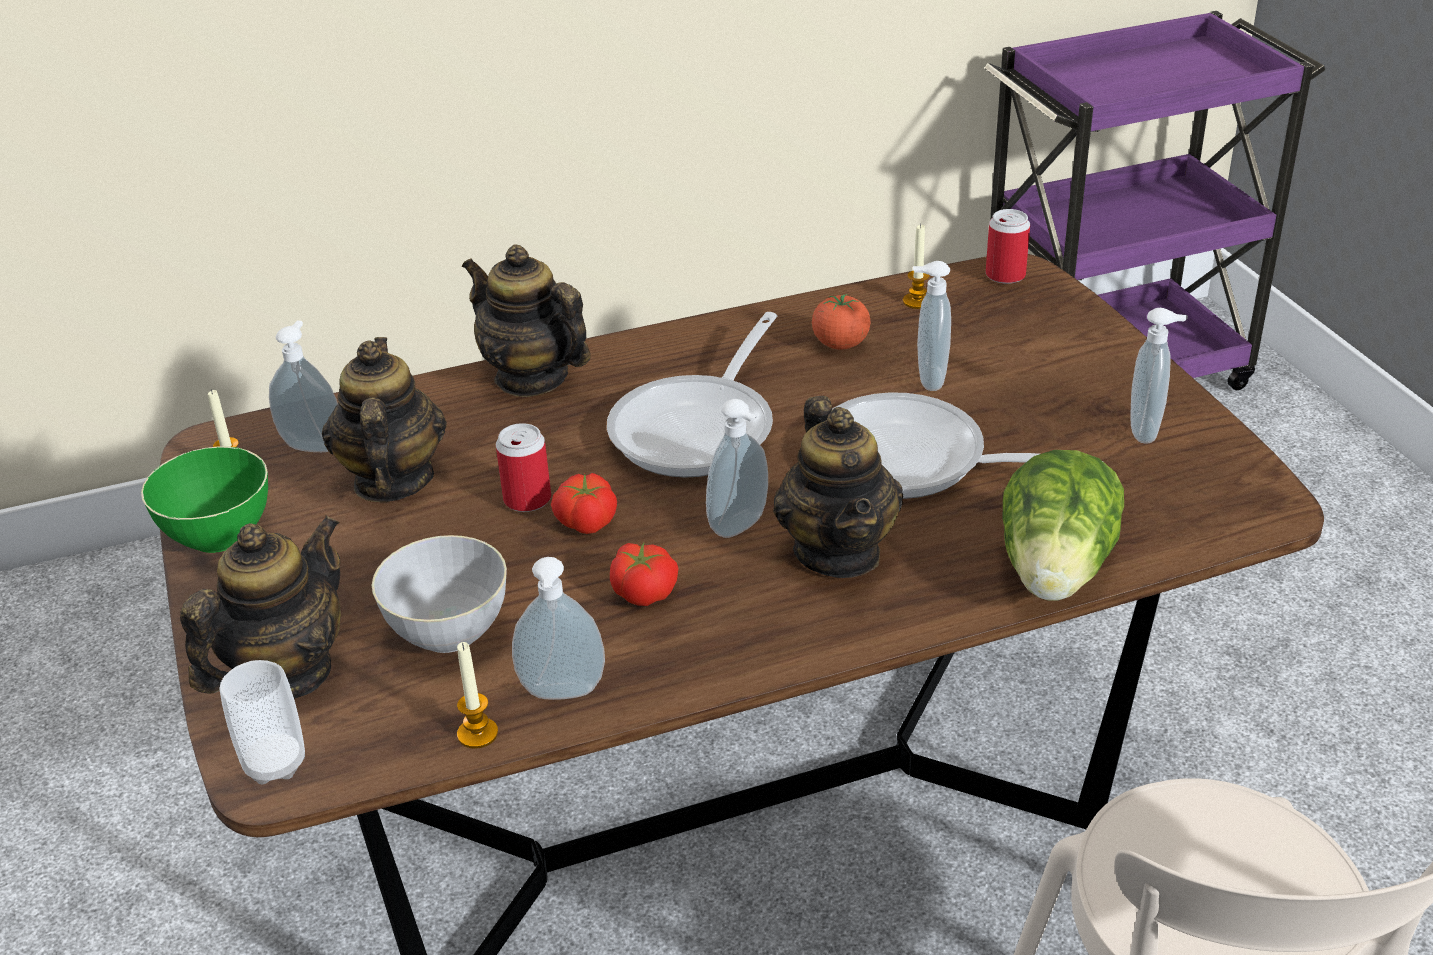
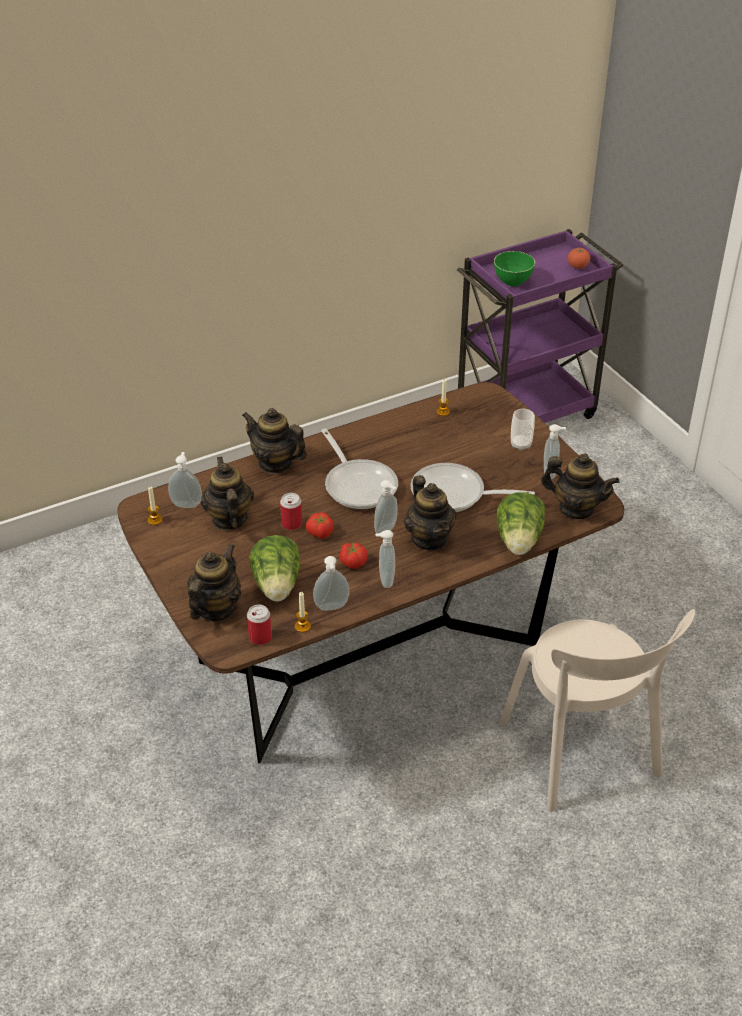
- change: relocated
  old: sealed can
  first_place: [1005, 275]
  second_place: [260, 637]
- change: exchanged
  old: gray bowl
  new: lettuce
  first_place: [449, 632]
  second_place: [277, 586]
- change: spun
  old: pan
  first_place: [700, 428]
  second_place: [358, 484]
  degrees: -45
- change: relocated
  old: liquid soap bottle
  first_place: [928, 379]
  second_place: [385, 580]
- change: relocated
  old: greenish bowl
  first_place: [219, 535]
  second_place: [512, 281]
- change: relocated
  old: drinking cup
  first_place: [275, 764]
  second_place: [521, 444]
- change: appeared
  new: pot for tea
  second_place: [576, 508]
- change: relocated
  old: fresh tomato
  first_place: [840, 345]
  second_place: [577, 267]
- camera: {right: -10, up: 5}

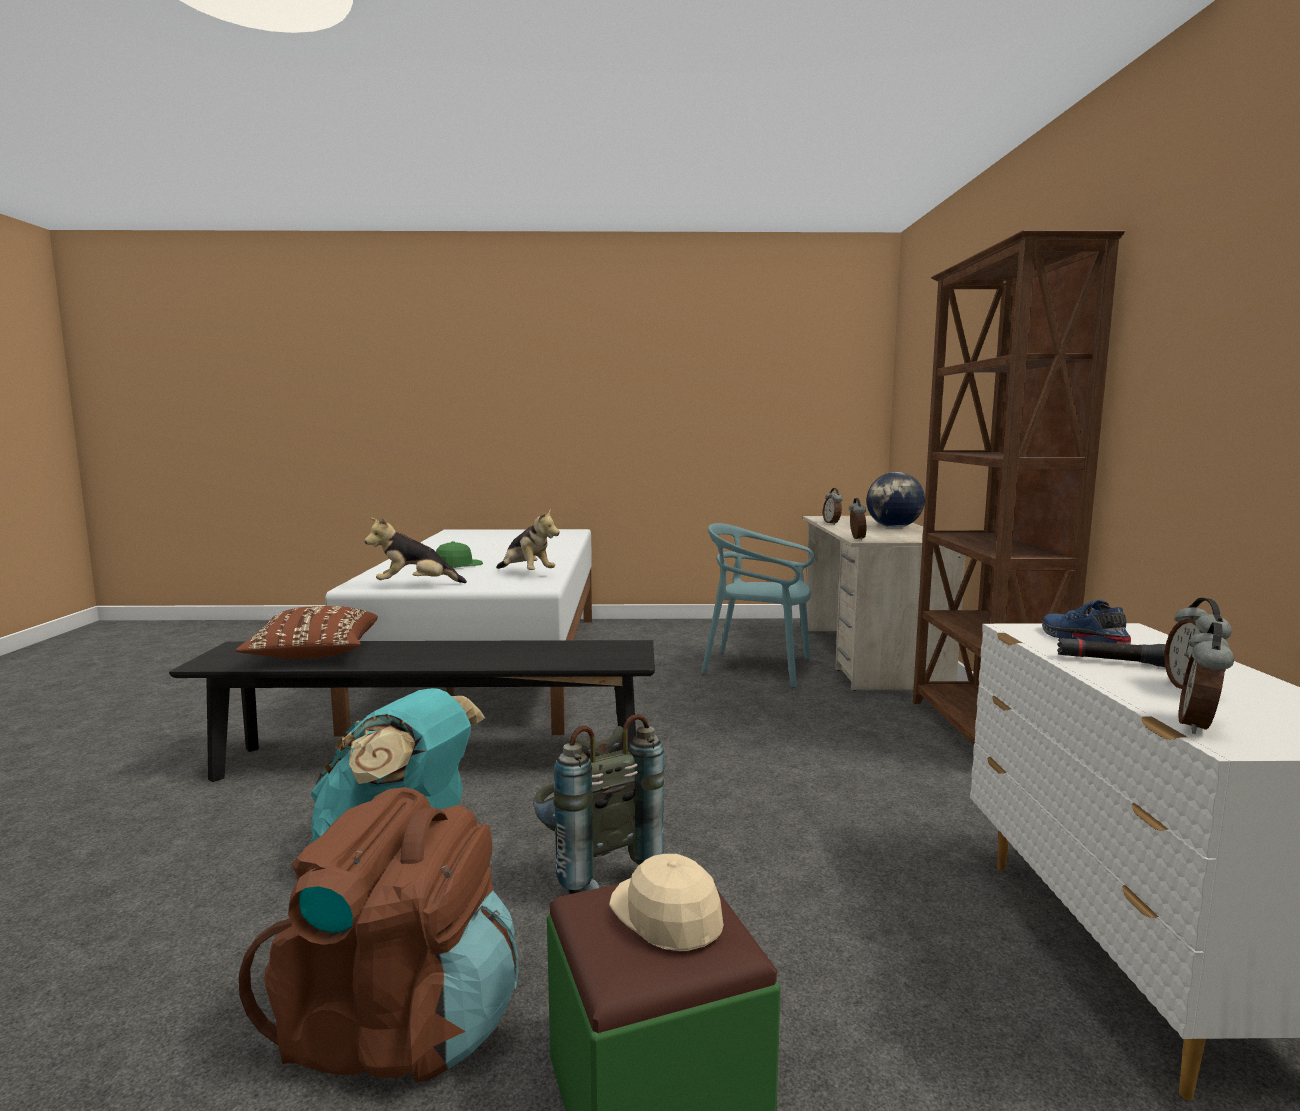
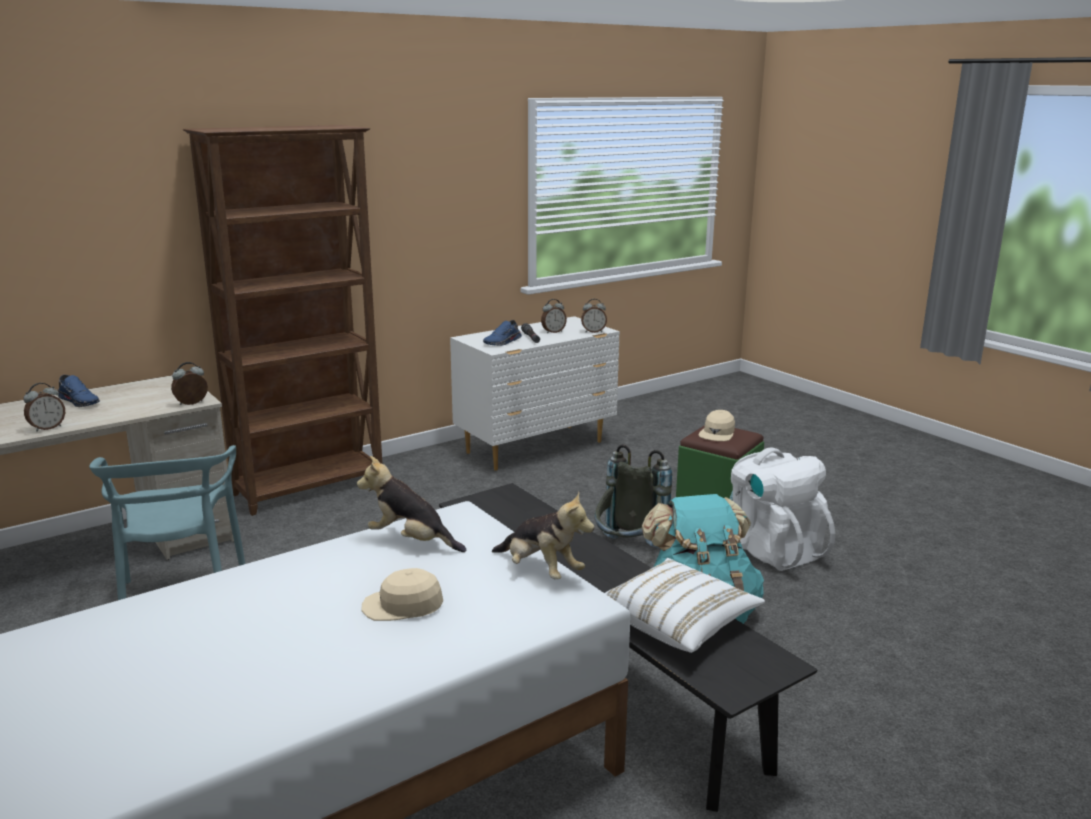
- change: exchanged
  old: globe
  new: bluish shoe
  first_place: [894, 527]
  second_place: [80, 401]
- change: spun
  old: plush toy
  first_place: [526, 574]
  second_place: [411, 541]
  degrees: -75
- change: colour
  old: greenish baseball cap
  new: beige-coloured baseball cap
  first_place: [457, 565]
  second_place: [403, 606]
- change: colour
  old: brown-coloured cushion
  new: white cushion
  first_place: [314, 655]
  second_place: [677, 623]
- change: colour
  old: brown-coloured rucksack
  new: white rucksack
  first_place: [399, 1026]
  second_place: [771, 549]
- camera: {right: -125, up: 10}

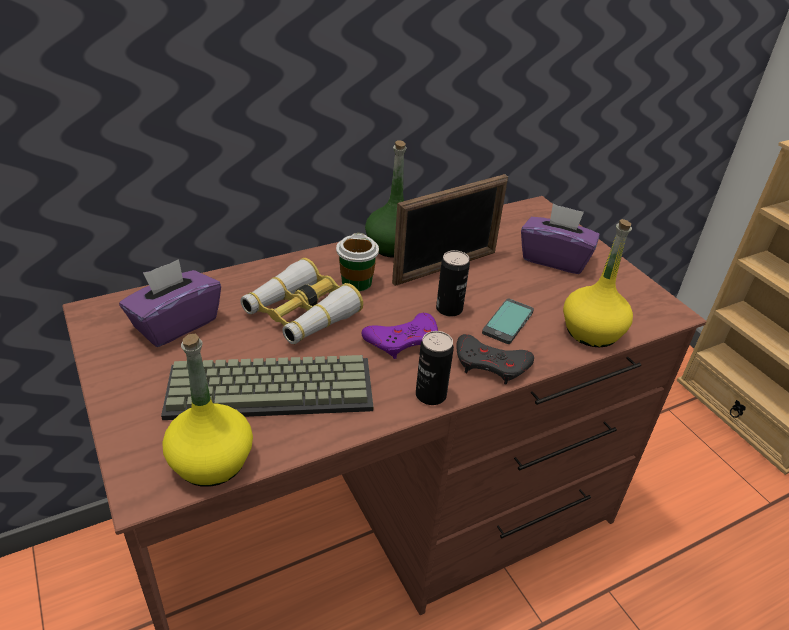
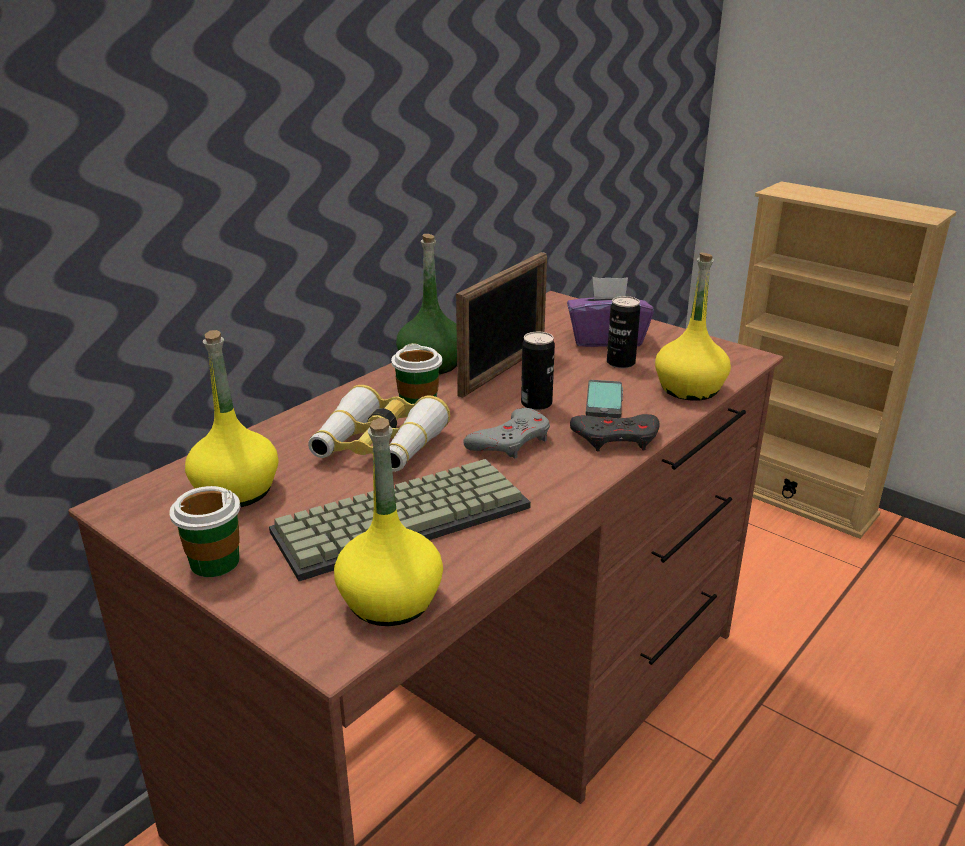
- change: appeared
  new: drinking cup
  second_place: [214, 562]
- change: exchanged
  old: purple-coloured box of tissues
  new: yellowish beverage bottle
  first_place: [175, 324]
  second_place: [236, 491]
- change: colour
  old: purple-coloured gamepad
  new: gray gamepad
  first_place: [403, 340]
  second_place: [511, 441]
- change: relocated
  old: sealed can
  first_place: [430, 395]
  second_place: [620, 363]
- camera: {right: -20, up: -10}

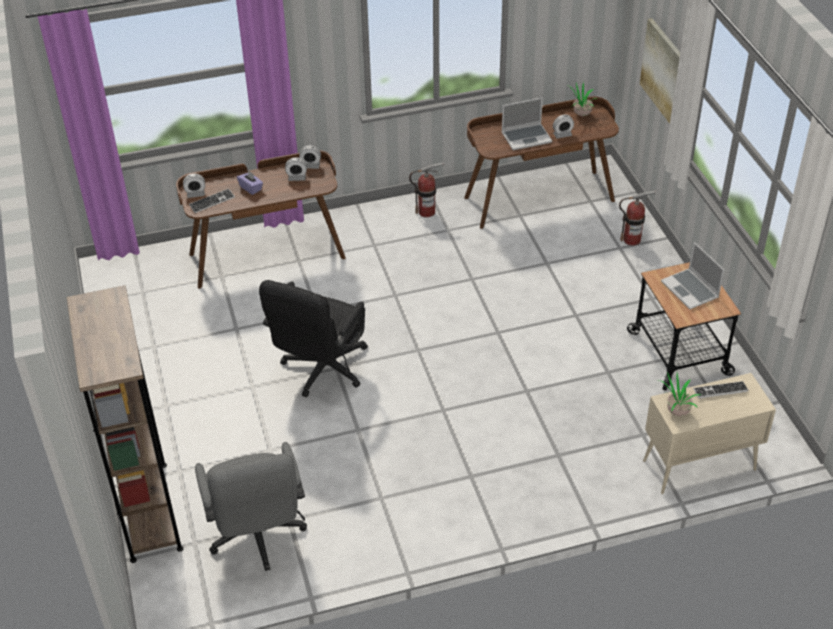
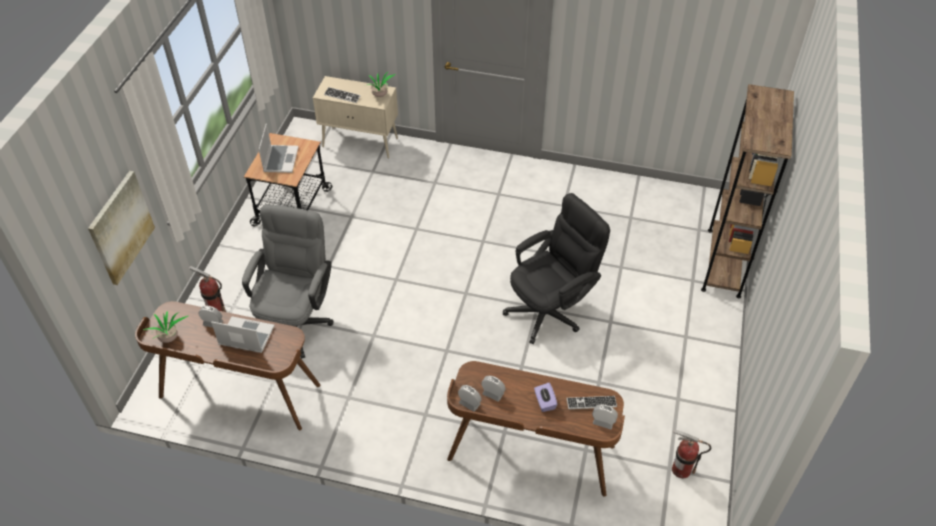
- change: relocated
  old: gray office chair
  first_place: [257, 537]
  second_place: [296, 320]
- change: relocated
  old: fire extinguisher
  first_place: [426, 212]
  second_place: [681, 469]
- camera: {right: -150, up: 5}

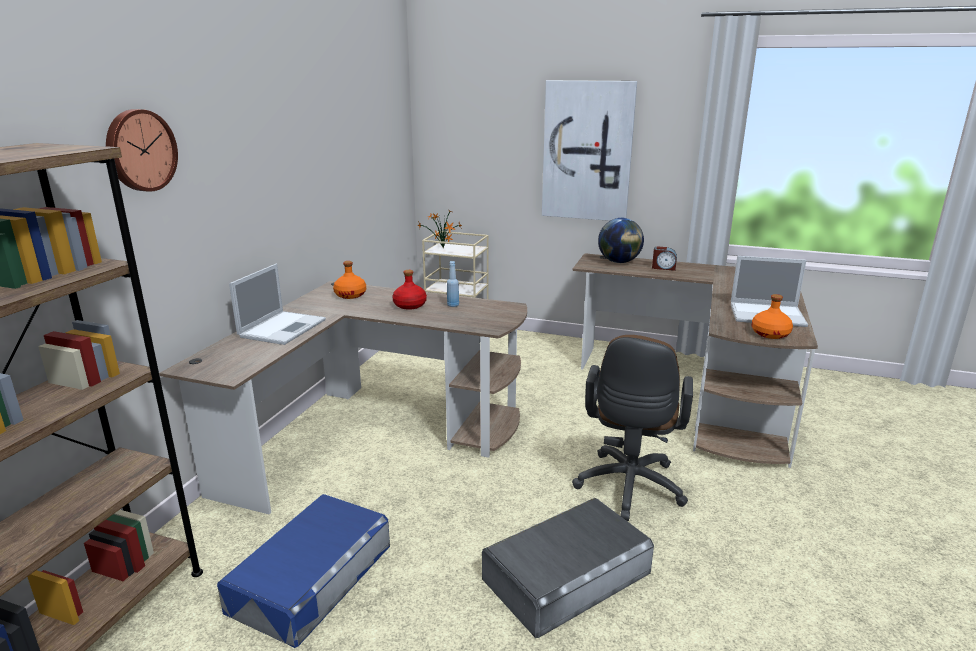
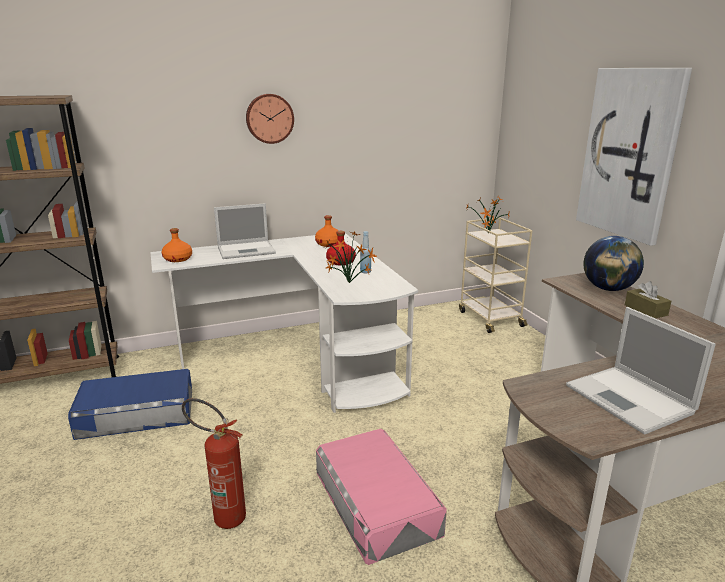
- change: colour
  old: brown-coloured desk unit
  new: white desk unit
  first_place: [370, 433]
  second_place: [302, 356]
- change: relocated
  old: orangey beverage bottle
  first_place: [770, 334]
  second_place: [177, 259]
- change: exchanged
  old: gray storage bin
  new: fire extinguisher
  first_place: [566, 575]
  second_place: [222, 516]
- change: relocated
  old: wall clock
  first_place: [139, 150]
  second_place: [269, 118]
- change: exchanged
  old: brown-coloured office chair
  new: pink-coloured storage bin
  first_place: [628, 489]
  second_place: [375, 502]
- change: appeared
  new: houseplant
  second_place: [350, 283]
- change: exchanged
  old: alarm clock
  new: brown-coloured box of tissues
  first_place: [663, 268]
  second_place: [645, 310]
- camera: {right: 50, up: 0}

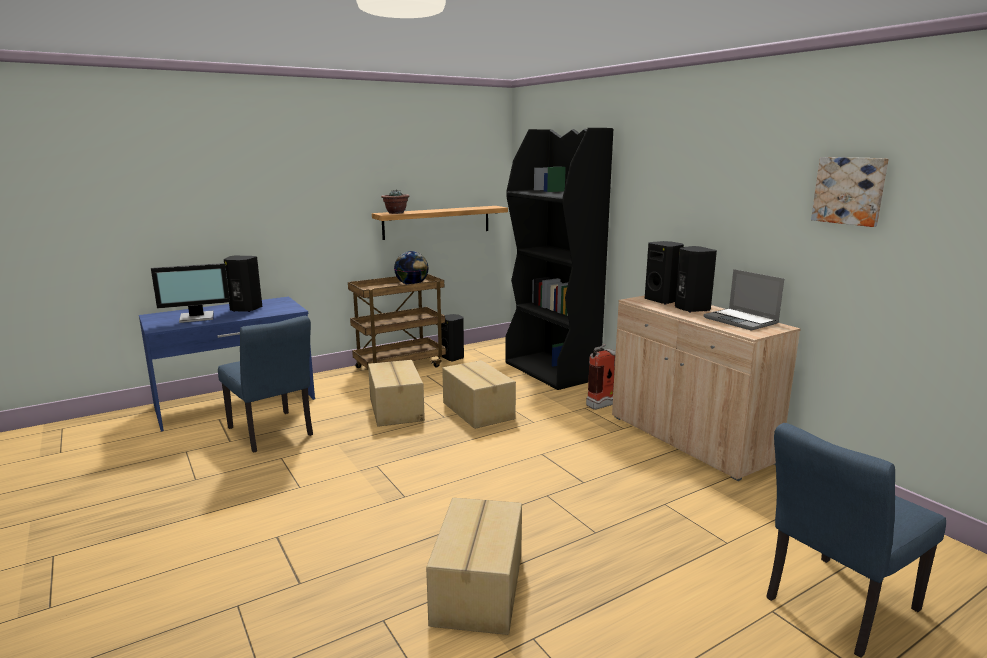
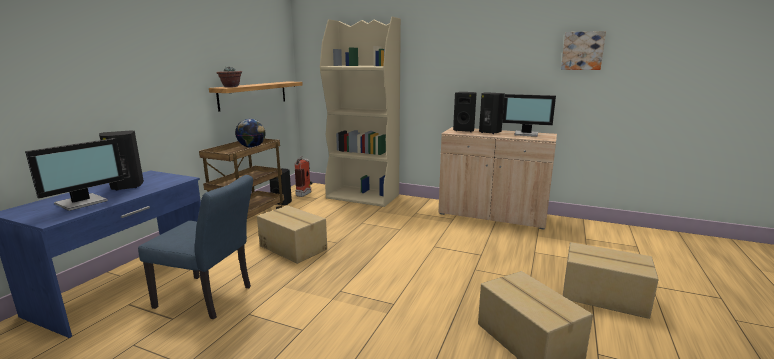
- change: relocated
  old: fire extinguisher
  first_place: [604, 404]
  second_place: [305, 193]
- change: colour
  old: blackish bookshelf
  new: beige-coloured bookshelf
  first_place: [552, 371]
  second_place: [363, 196]
- change: exchanged
  old: notebook computer
  new: monitor
  first_place: [742, 321]
  second_place: [526, 134]
- change: relocated
  old: cardboard box
  first_place: [477, 411]
  second_place: [604, 296]
- change: missing
  old: bluish chair
  first_place: [834, 607]
- camera: {right: -35, up: 0}

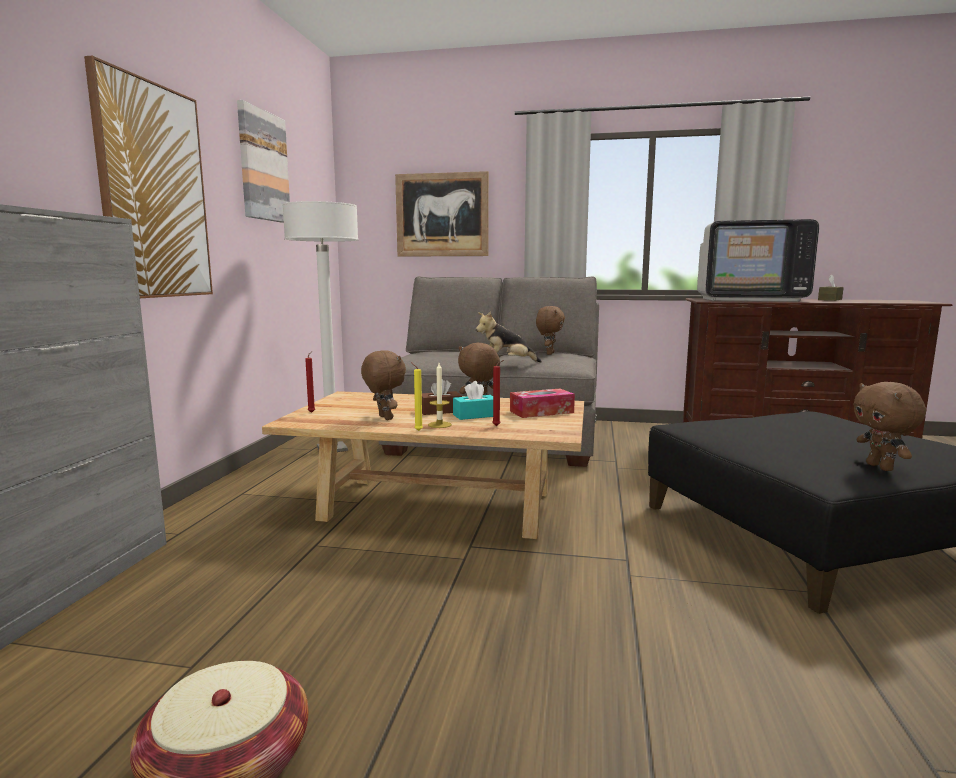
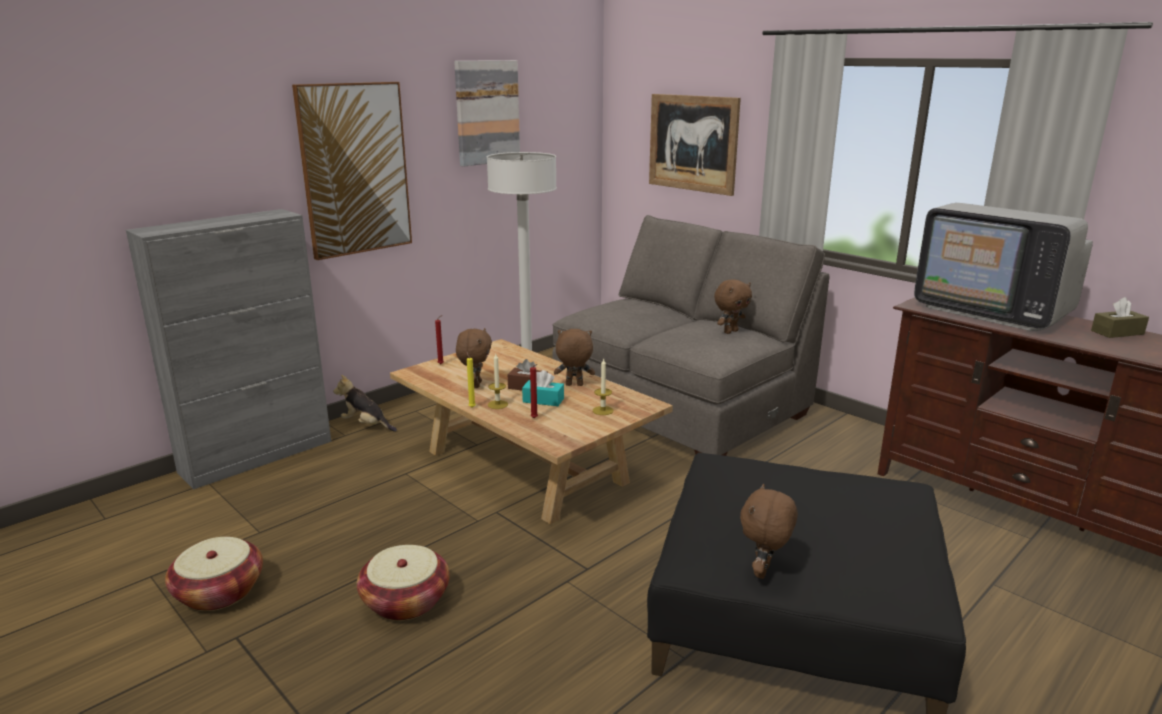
- change: relocated
  old: plush toy
  first_place: [506, 363]
  second_place: [366, 425]
- change: appeared
  new: household basket
  second_place: [406, 601]
- change: exchanged
  old: box of tissues
  new: candle
  first_place: [541, 412]
  second_place: [603, 410]
- camera: {right: 35, up: 10}

